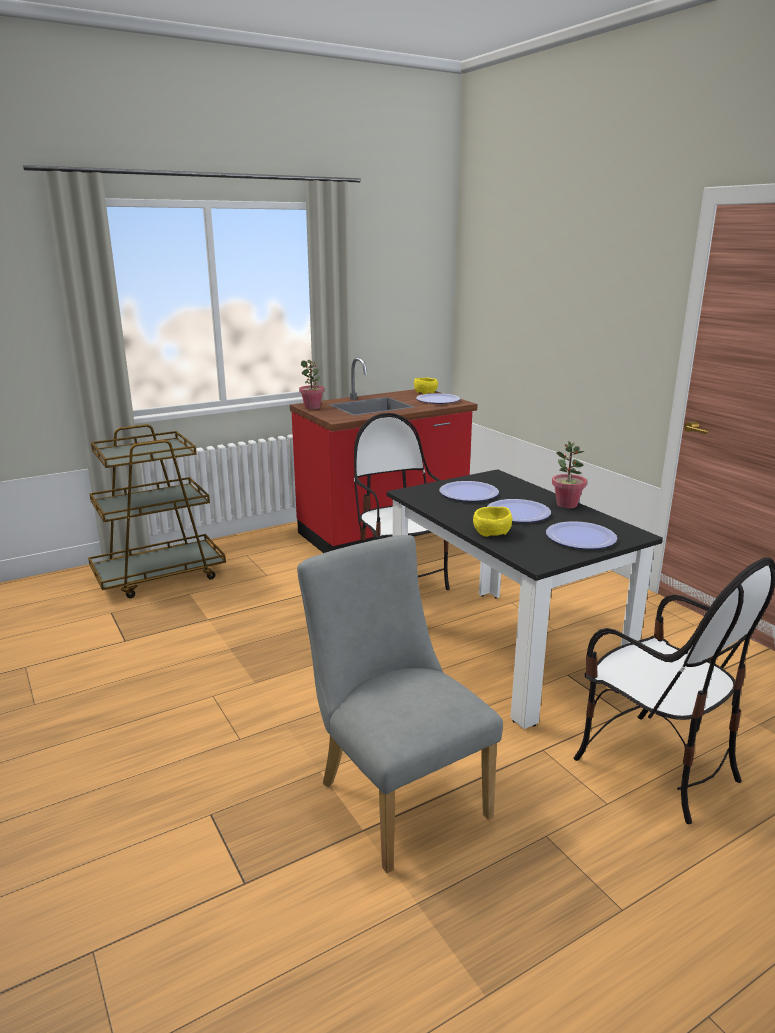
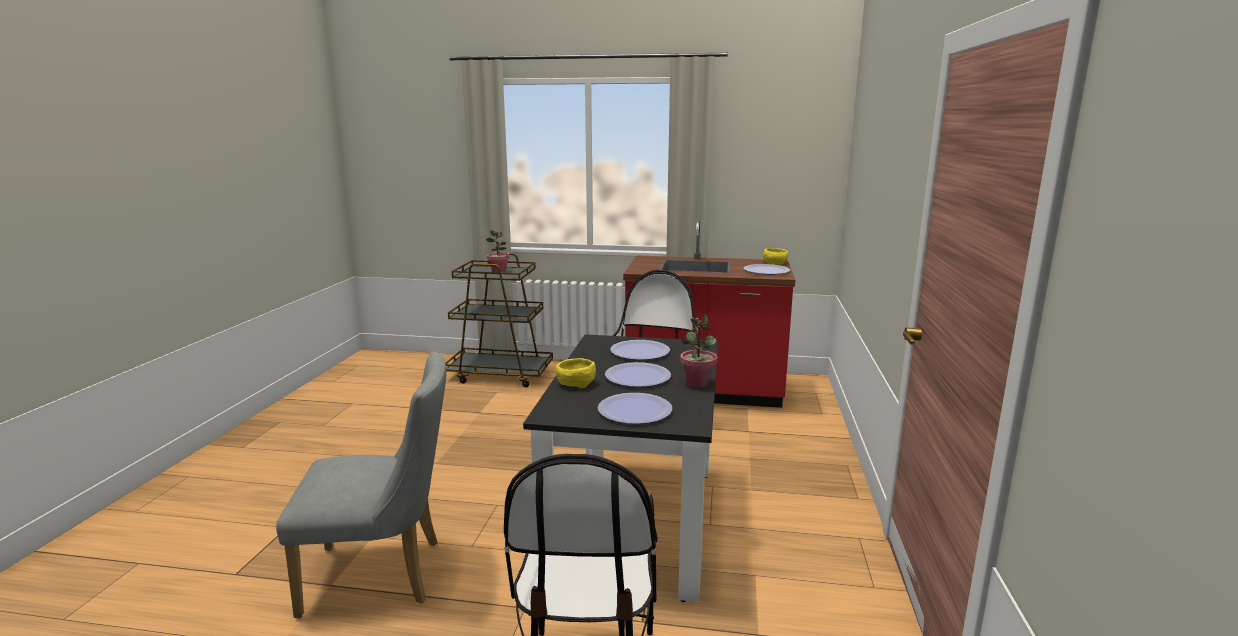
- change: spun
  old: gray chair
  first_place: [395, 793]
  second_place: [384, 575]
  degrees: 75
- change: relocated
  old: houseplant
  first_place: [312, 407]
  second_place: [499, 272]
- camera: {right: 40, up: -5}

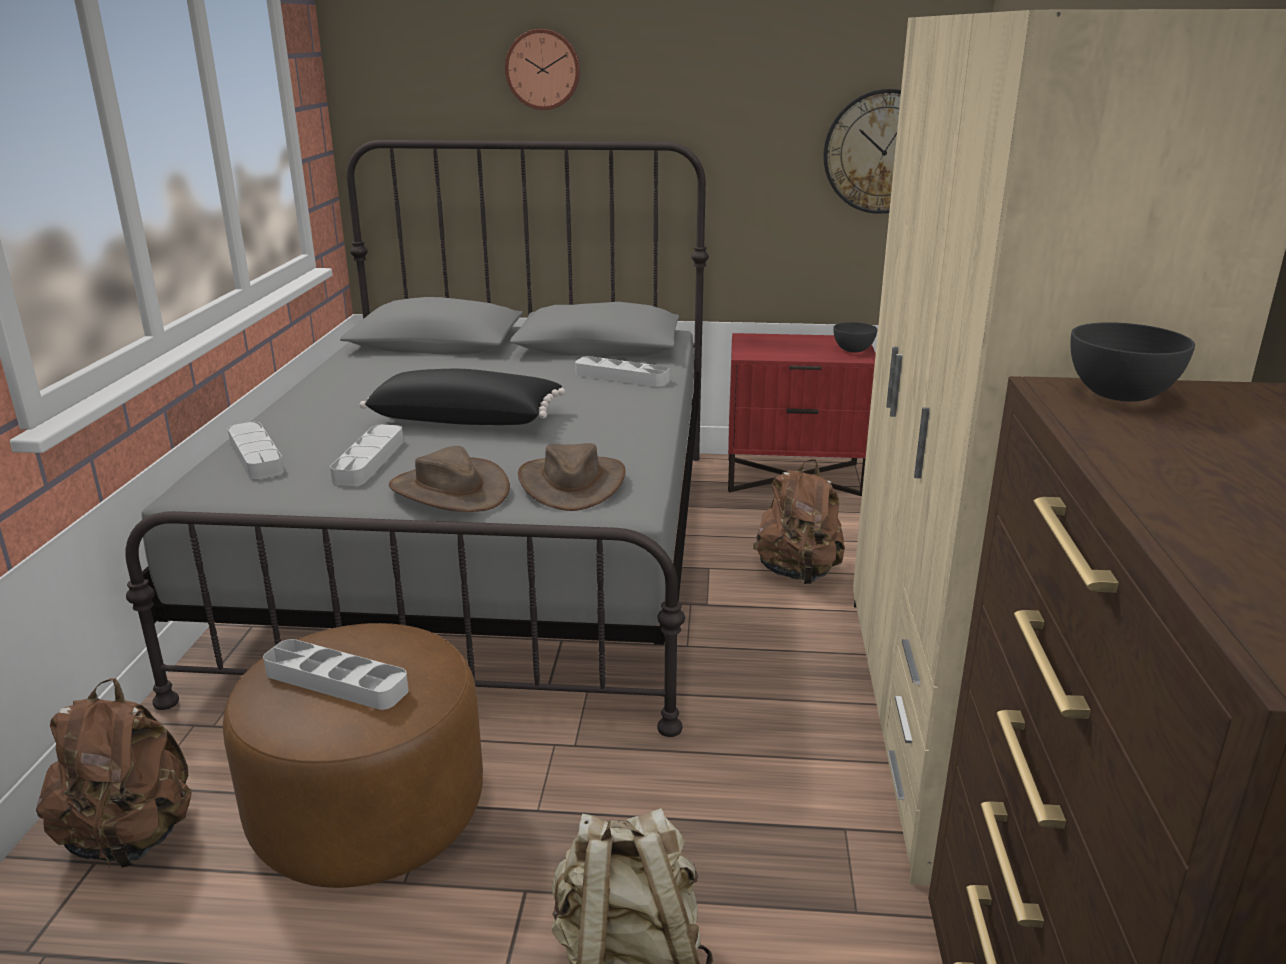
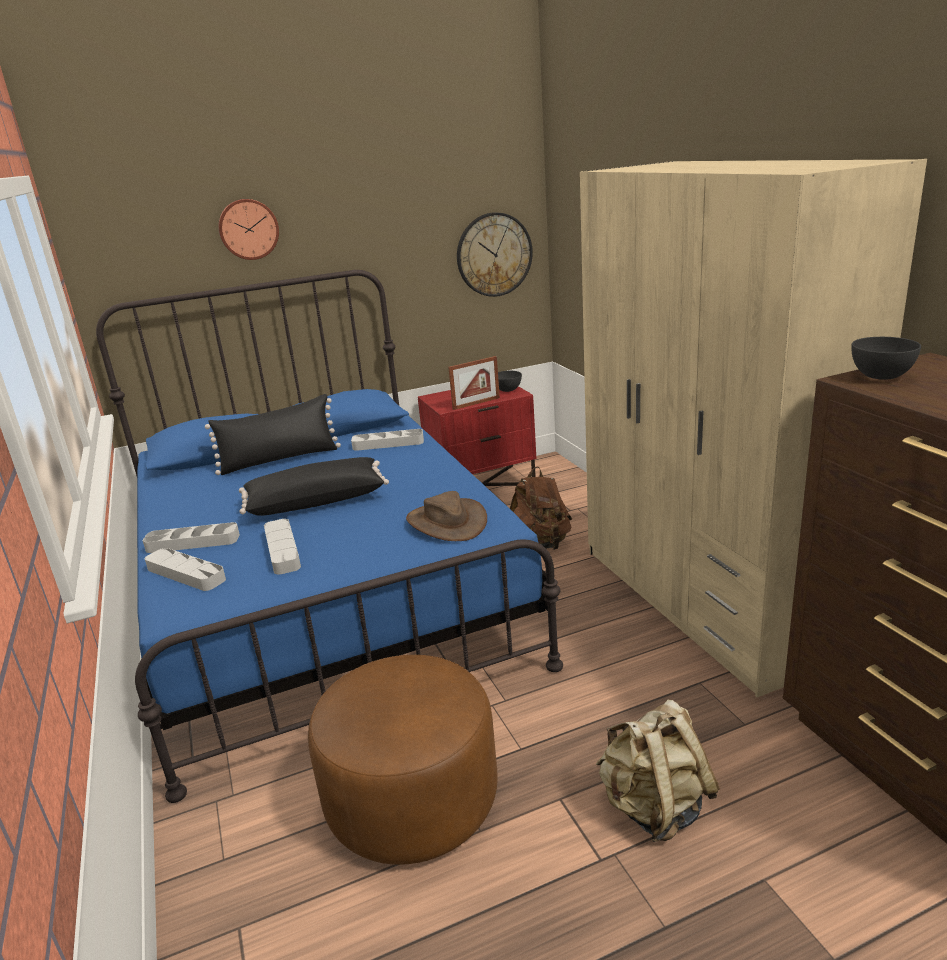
- change: colour
  old: gray sleeping bed
  new: bluish sleeping bed
  first_place: [490, 554]
  second_place: [326, 599]
- change: relocated
  old: gray carrying tray
  first_place: [336, 681]
  second_place: [193, 542]
- change: appeared
  new: blackish cushion
  second_place: [280, 459]
- change: appeared
  new: picture frame
  second_place: [476, 403]
- change: missing
  old: brown-coloured rucksack
  first_place: [131, 838]
- change: missing
  old: brown-coloured hat
  first_place: [449, 490]
- camera: {right: -25, up: 0}

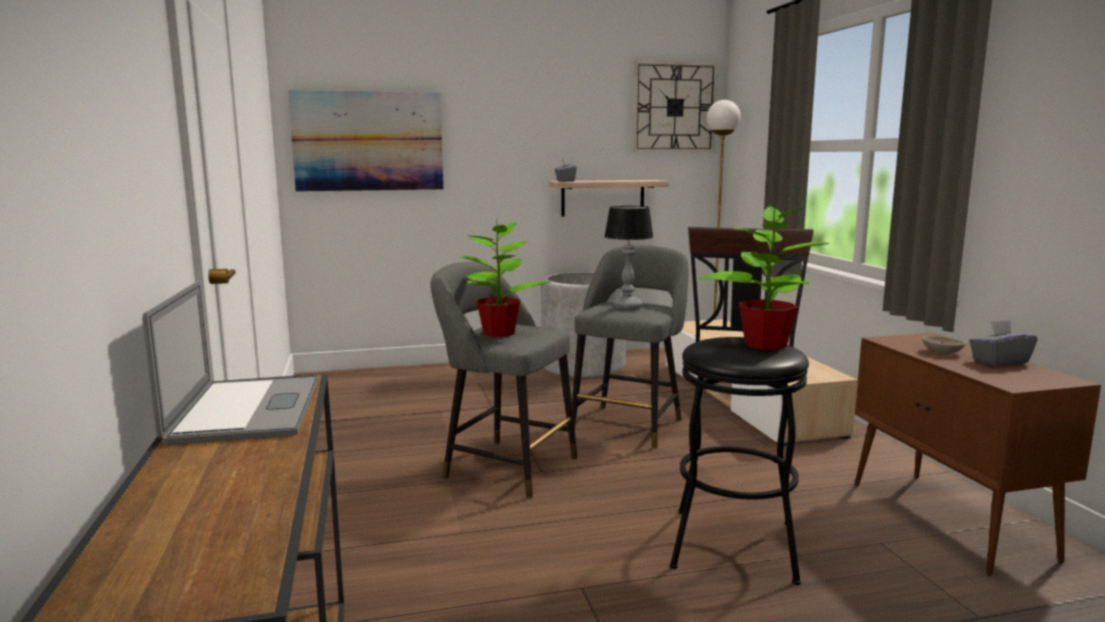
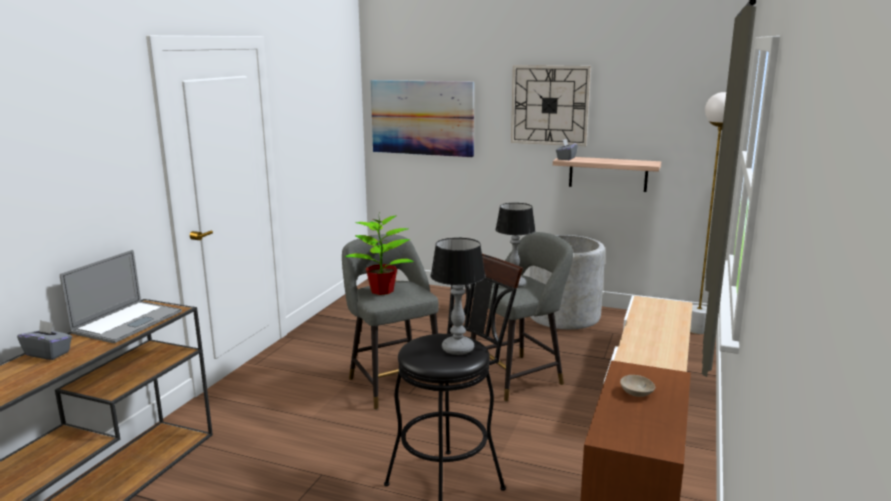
- change: relocated
  old: gray box of tissues
  first_place: [999, 361]
  second_place: [48, 353]
- change: exchanged
  old: houseplant
  new: table lamp
  first_place: [764, 344]
  second_place: [458, 349]
- change: relocated
  old: wall clock
  first_place: [674, 107]
  second_place: [550, 105]
- camera: {right: 35, up: 5}

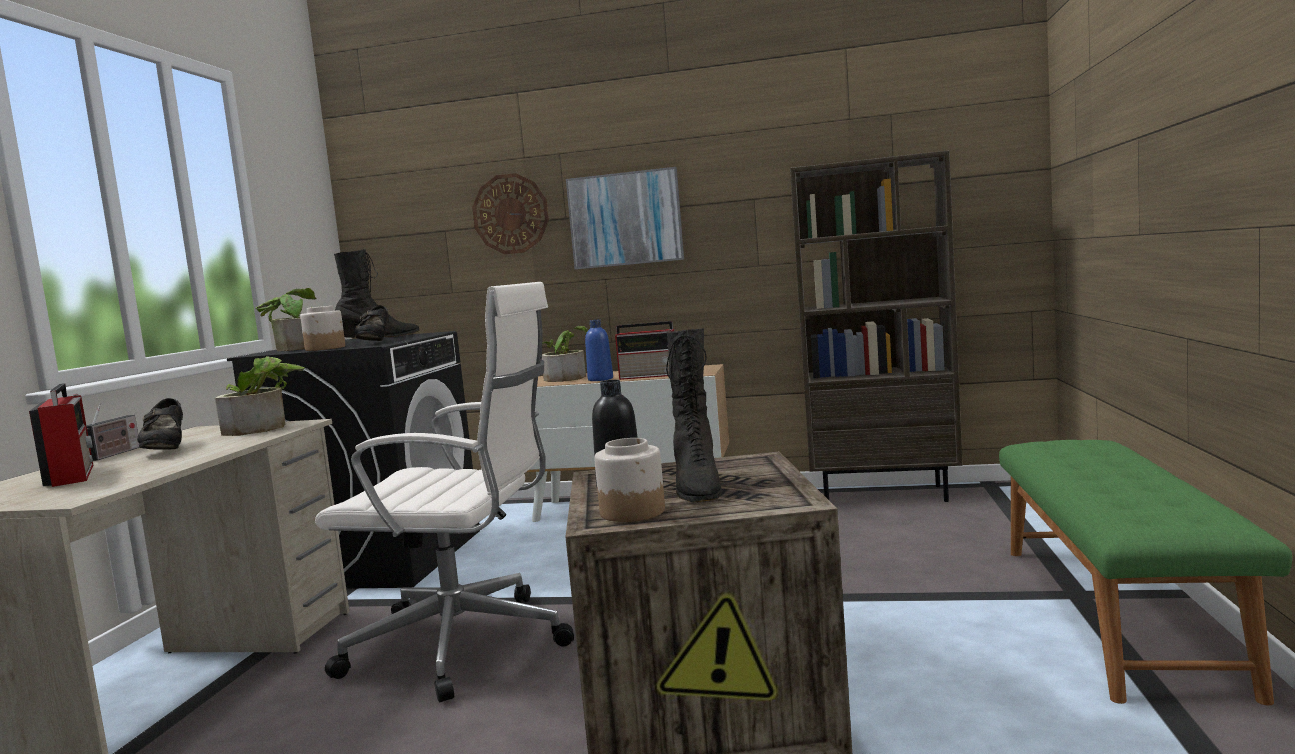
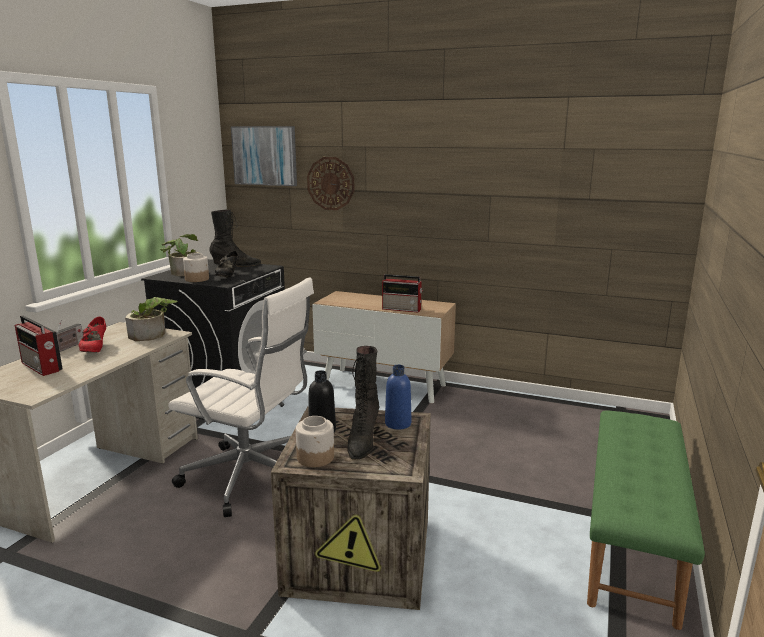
- change: spun
  old: radio receiver
  first_place: [71, 475]
  second_place: [41, 367]
  degrees: 150
- change: colour
  old: blackish shoe
  new: reddish shoe
  first_place: [166, 450]
  second_place: [95, 349]
- change: relocated
  old: wall art
  first_place: [625, 219]
  second_place: [265, 156]
- change: relocated
  old: bluish beverage bottle
  first_place: [600, 379]
  second_place: [398, 423]
- change: missing
  old: houseplant
  first_place: [566, 377]
- change: missing
  old: brown-coloured bookshelf
  first_place: [884, 495]
- camera: {right: 10, up: 10}

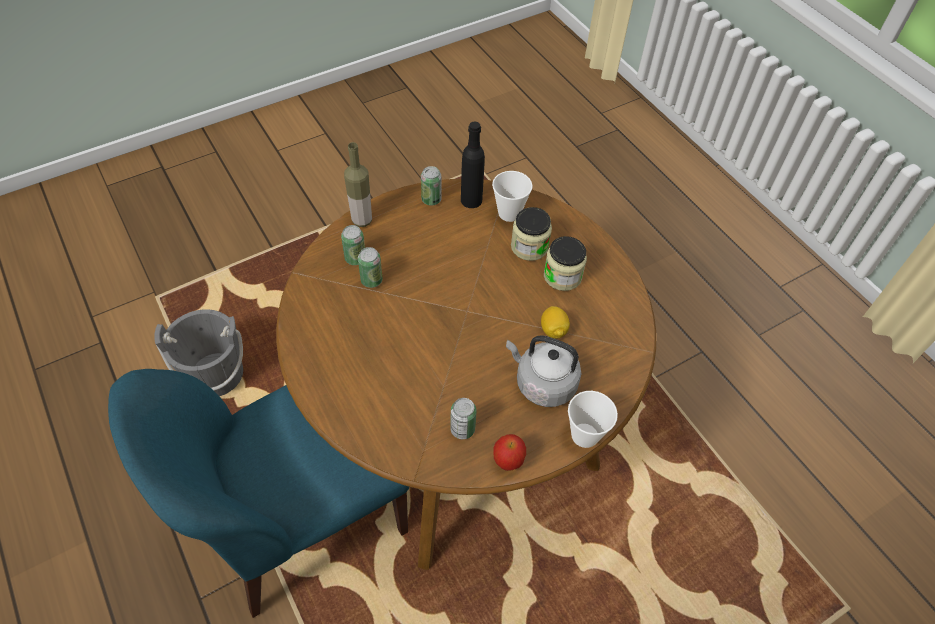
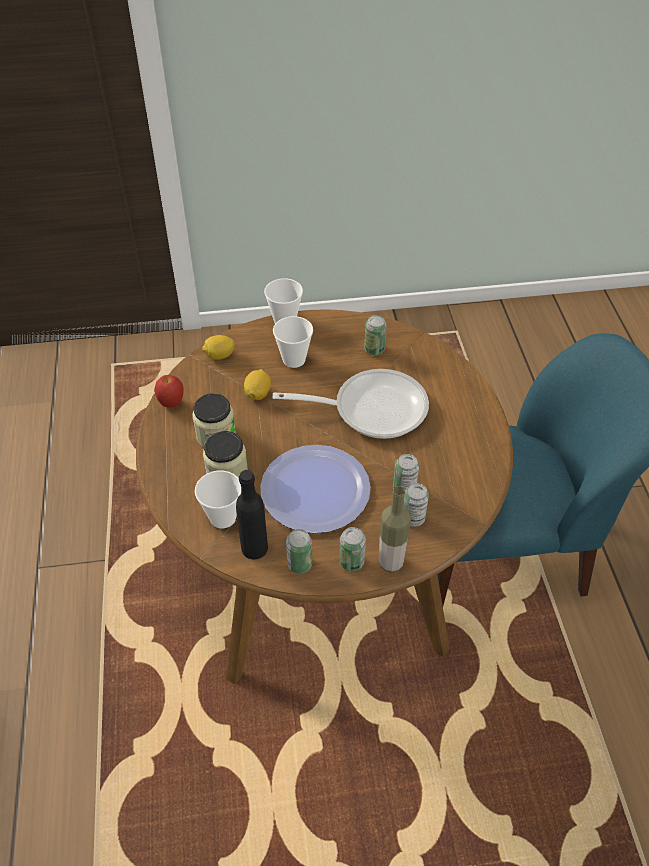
- change: relocated
  old: whole apple
  first_place: [508, 462]
  second_place: [171, 403]
- change: appeared
  new: lemon
  second_place: [219, 356]
- change: appeared
  new: dinner plate
  second_place: [315, 490]
- change: exchanged
  old: gray kettle
  new: drinking cup
  first_place: [542, 383]
  second_place: [294, 359]
- change: appeared
  new: pan
  second_place: [371, 408]
- change: appeared
  new: sealed can
  second_place: [351, 562]
- change: missing
  old: gray water bucket
  first_place: [215, 374]
- camera: {right: -155, up: -5}

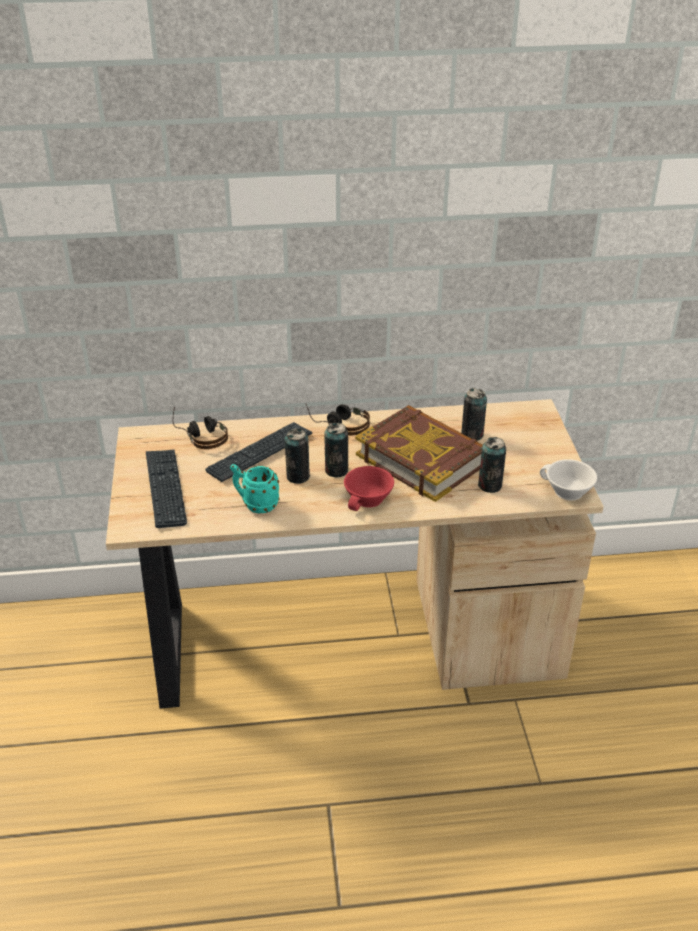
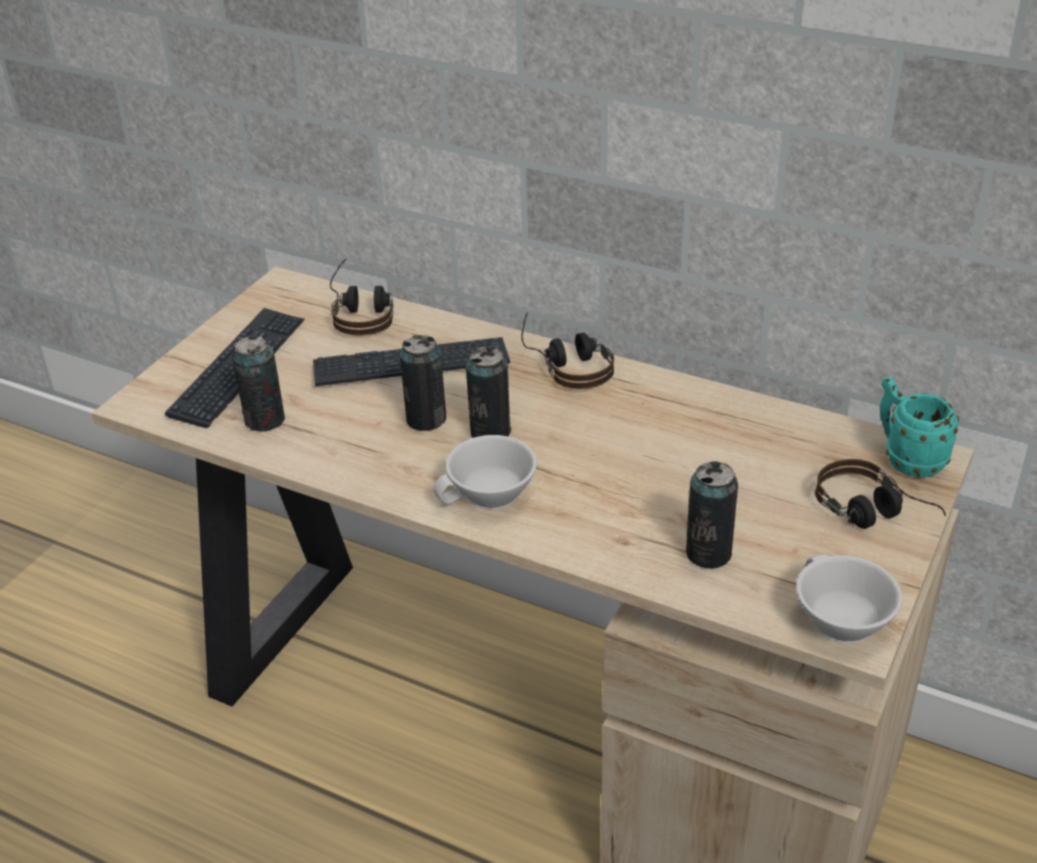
- change: relocated
  old: sealed can
  first_place: [472, 435]
  second_place: [265, 420]
- change: colour
  old: reddish drinking cup
  new: white drinking cup
  first_place: [369, 500]
  second_place: [491, 496]
- change: appeared
  new: headset
  second_place: [875, 515]
- change: relocated
  old: blue-green coffee mug
  first_place: [255, 504]
  second_place: [906, 458]
- change: missing
  old: book
  first_place: [422, 459]
- camera: {right: 35, up: 0}

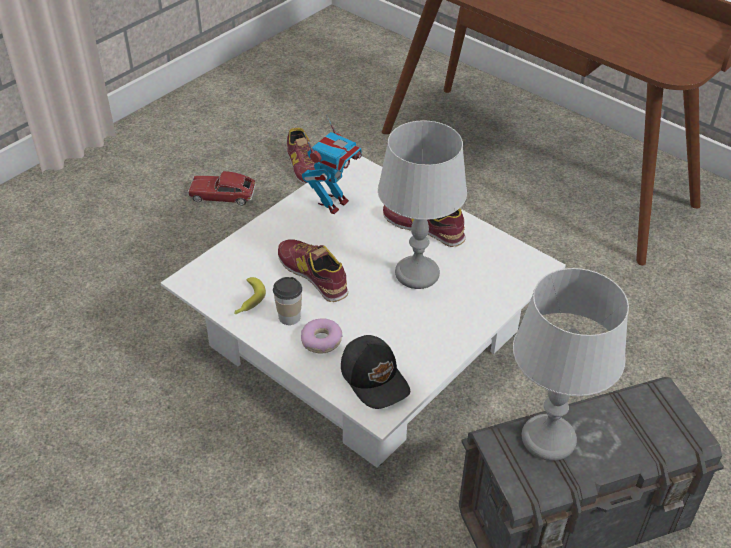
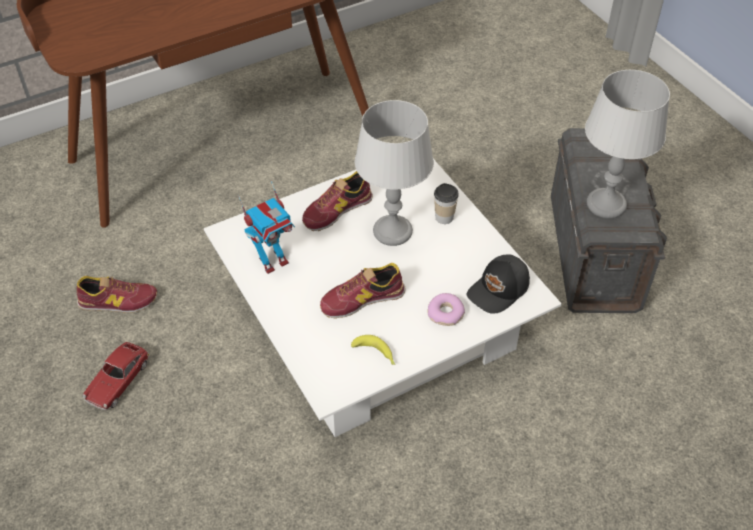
- change: spun
  old: toy robot
  first_place: [333, 203]
  second_place: [273, 262]
  degrees: 90
- change: relocated
  old: drinking cup
  first_place: [289, 317]
  second_place: [444, 217]
- change: spun
  old: blackish baseball cap
  first_place: [375, 378]
  second_place: [499, 290]
  degrees: 150
- camera: {right: -70, up: 5}

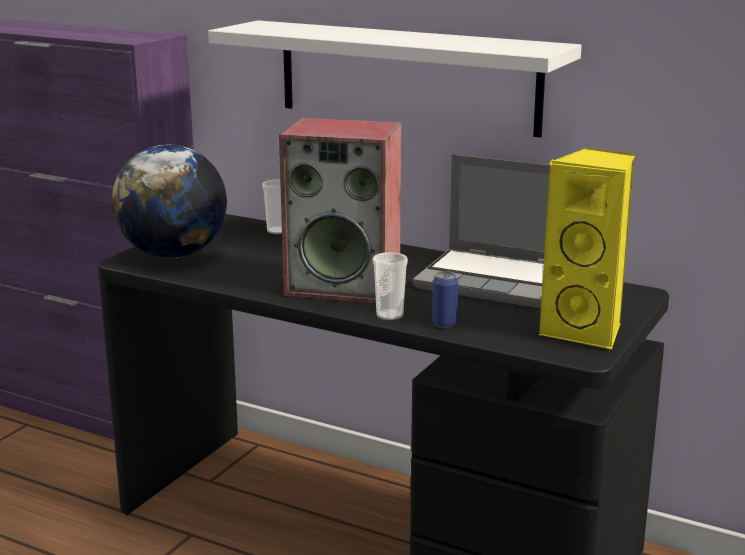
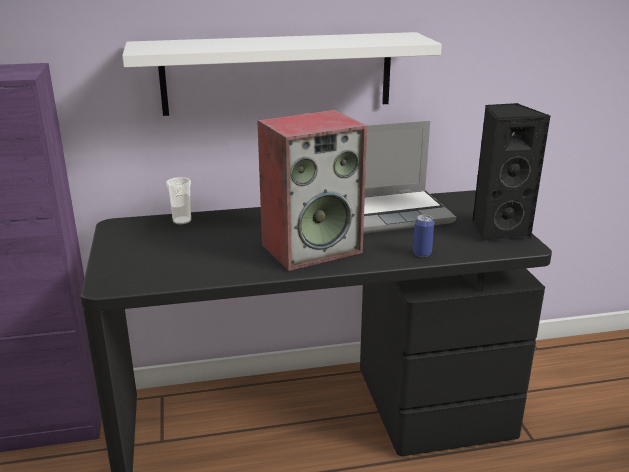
- change: colour
  old: yellowish audio speaker
  new: blackish audio speaker
  first_place: [586, 331]
  second_place: [498, 230]
- change: missing
  old: globe
  first_place: [173, 255]
- change: missing
  old: drinking cup
  first_place: [389, 315]
- camera: {right: -40, up: 5}

